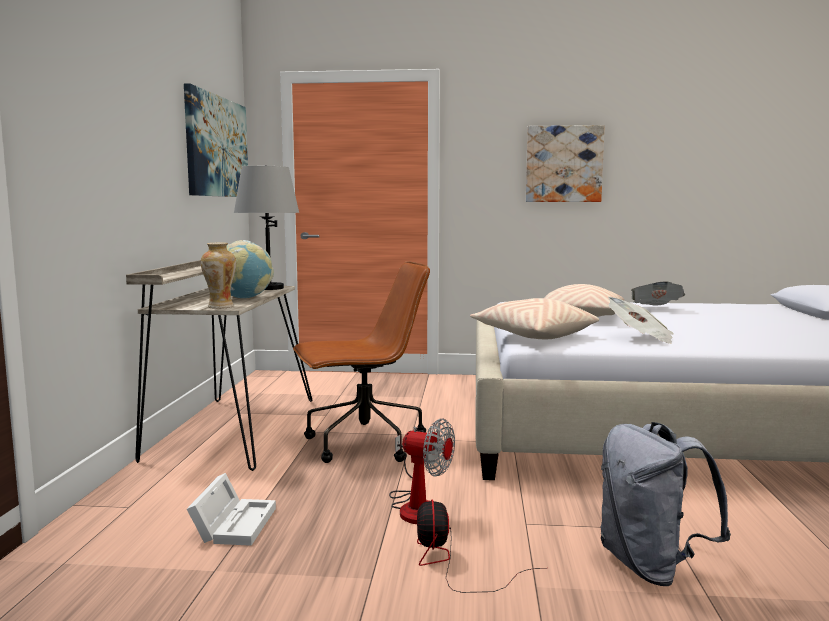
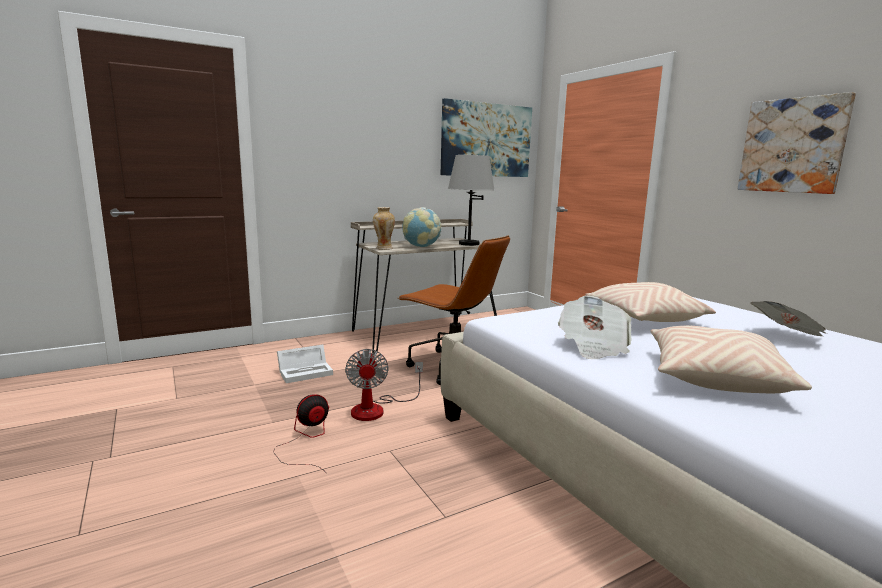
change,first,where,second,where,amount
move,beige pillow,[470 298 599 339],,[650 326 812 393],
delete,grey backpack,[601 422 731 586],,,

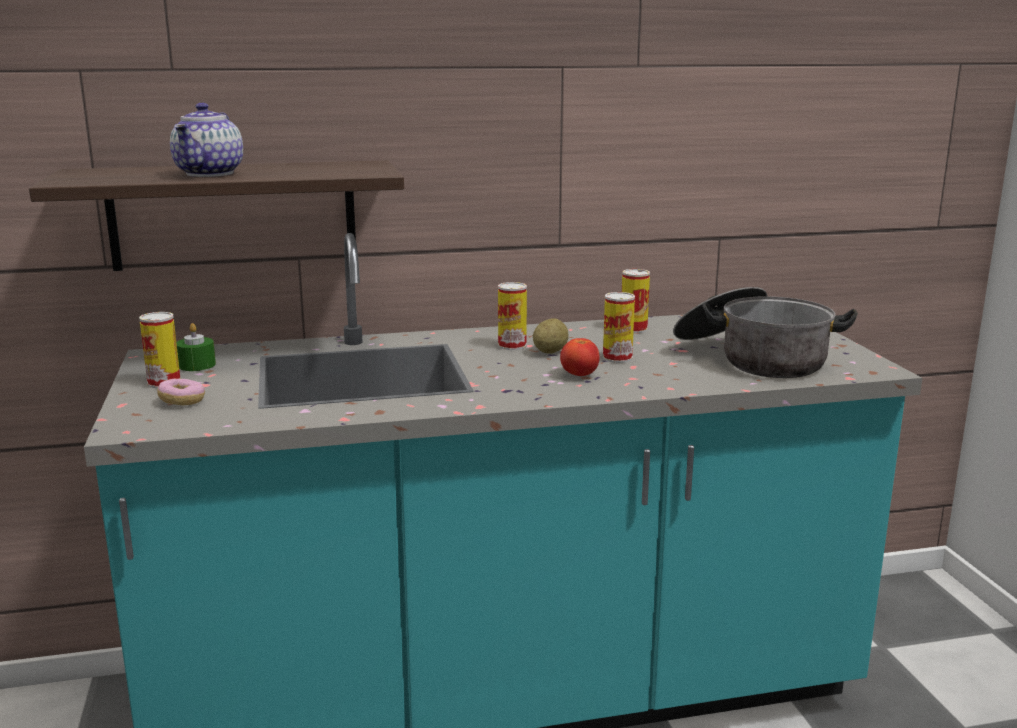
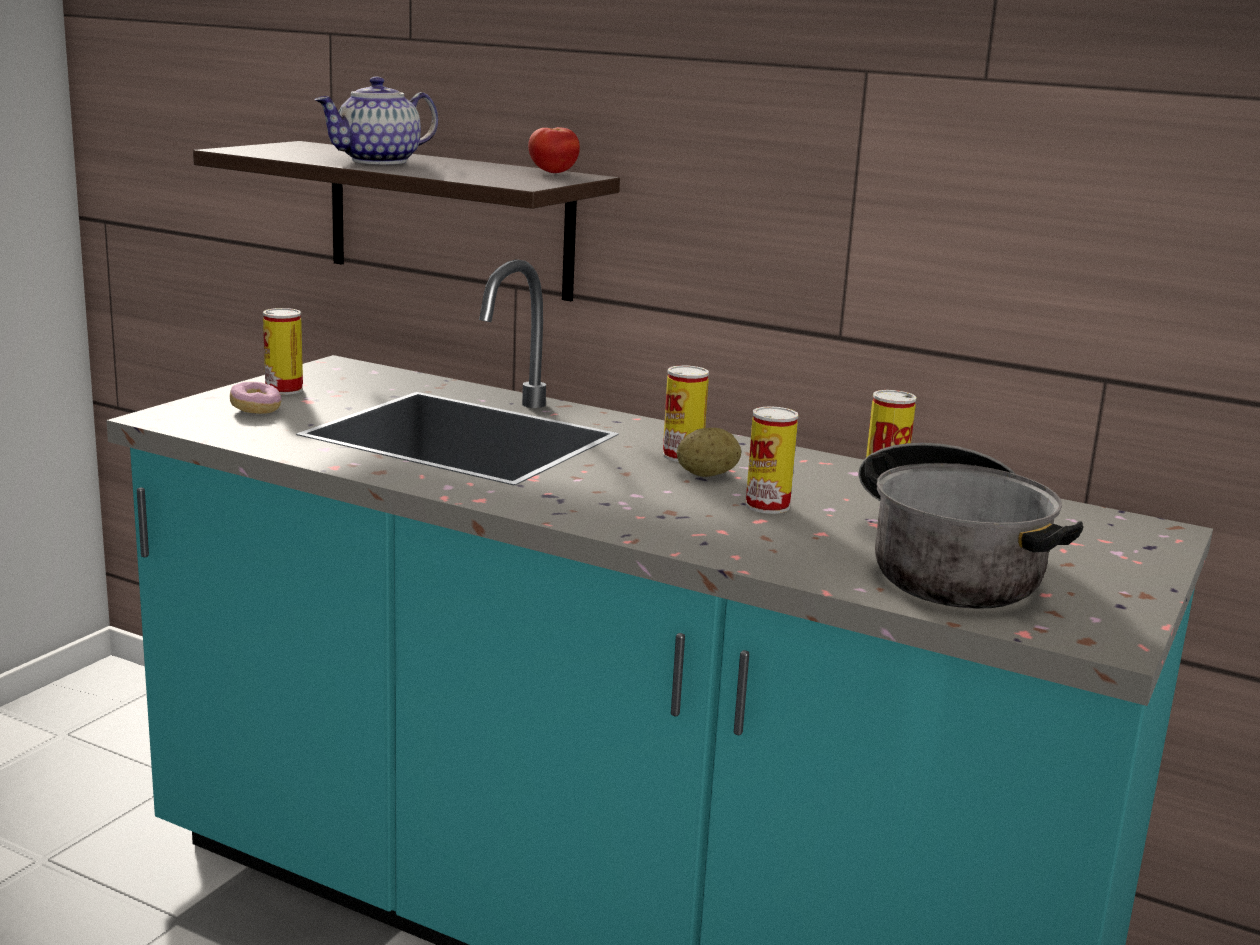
change,first,where,second,where,amount
move,whole tomato,[560 338 600 376],,[528 127 580 173],
delete,greenish wax light,[176 323 216 371],,,

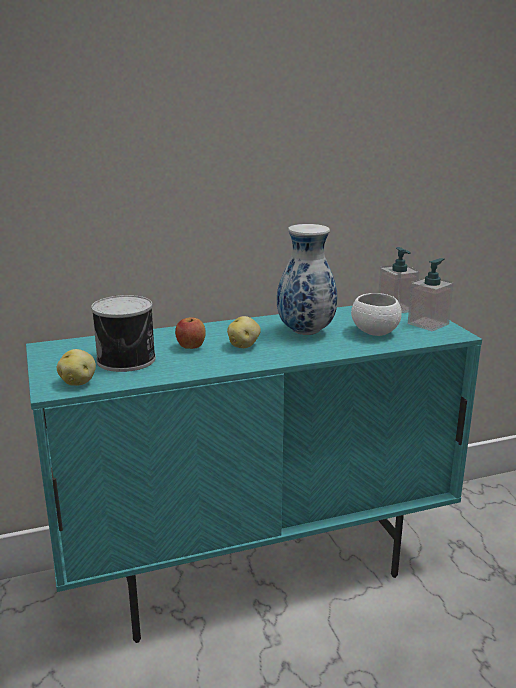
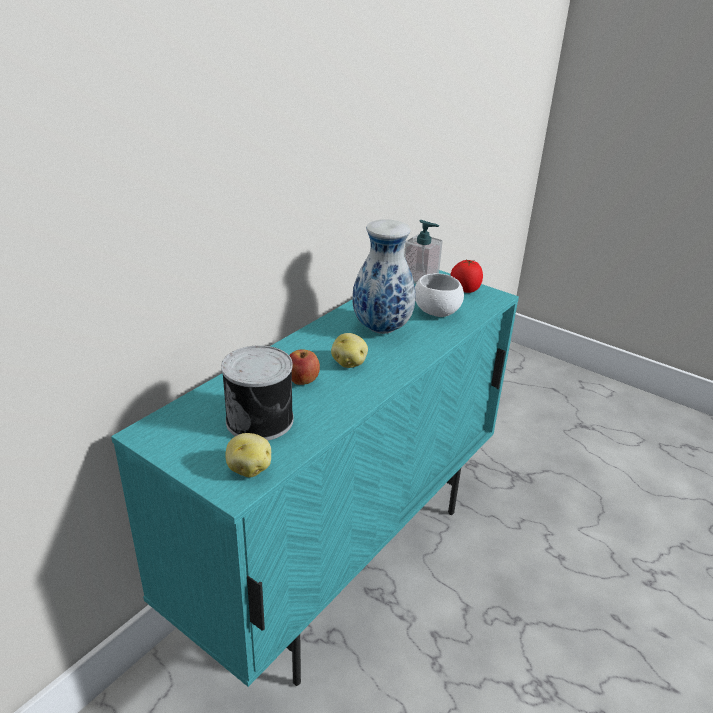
change,first,where,second,where,amount
replace,liquid soap bottle,[408 258 454 331],whole tomato,[450 260 483 293],

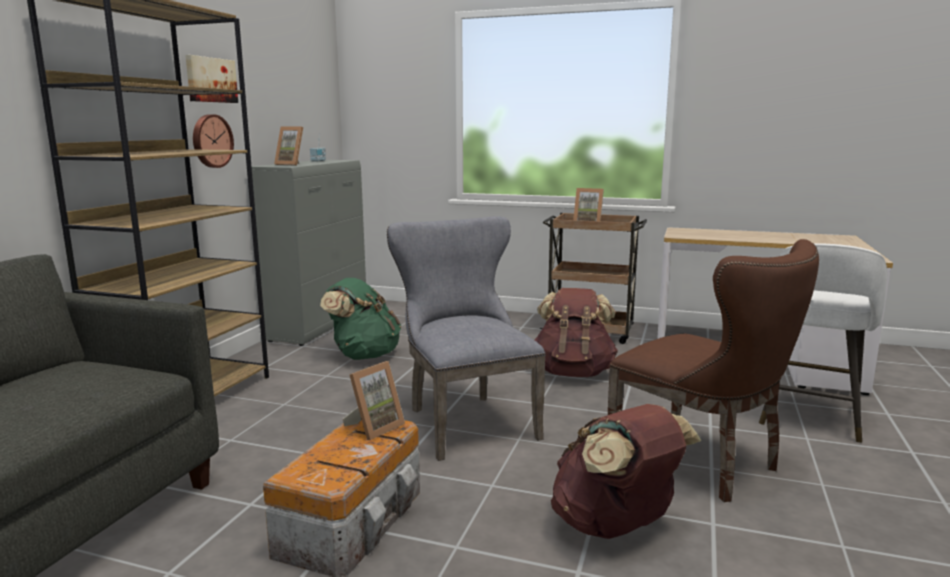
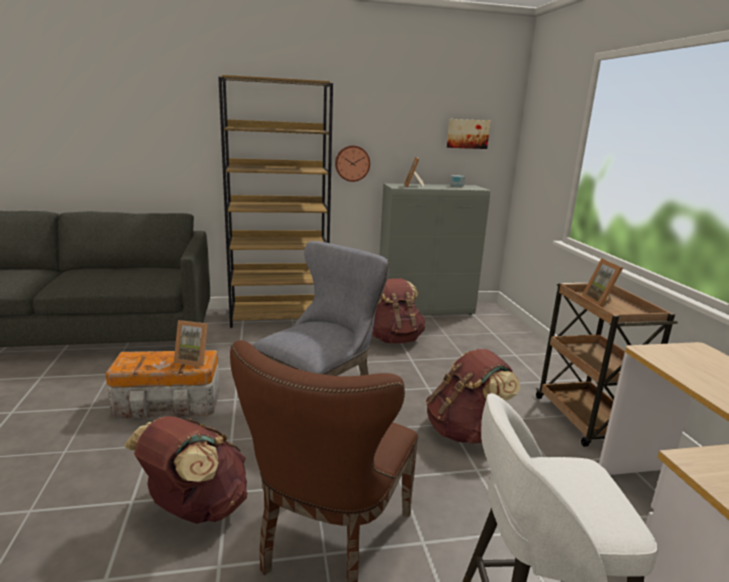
change,first,where,second,where,amount
recolor,greenish backpack,[320 278 401 360],brownish backpack,[372 278 425 344],
move,picture,[185 55 238 103],,[447 119 490 149],

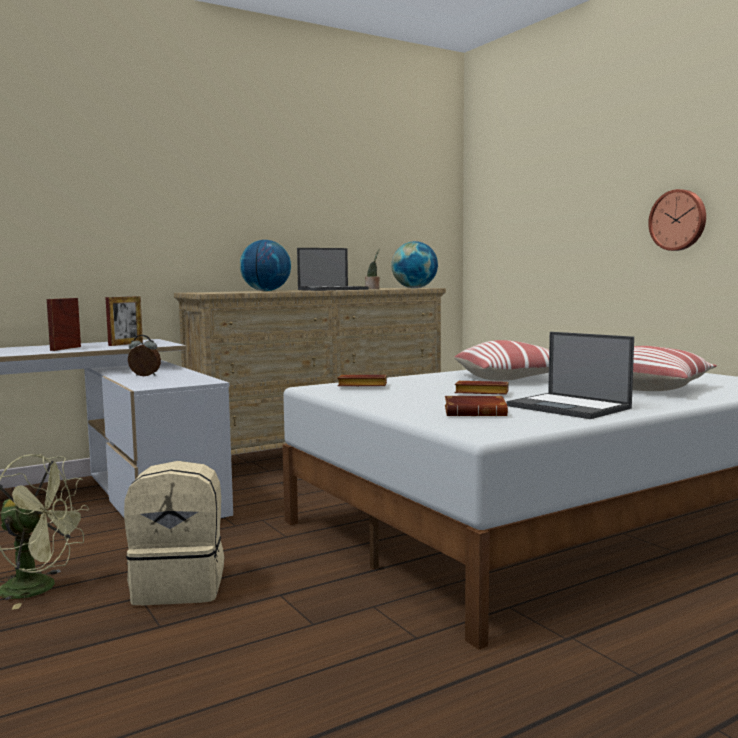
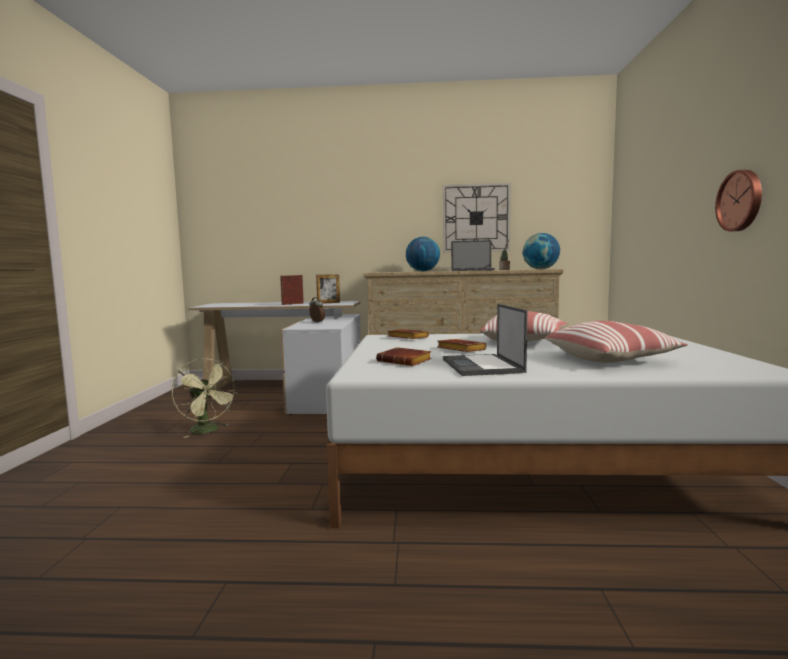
change,first,where,second,where,amount
insert,,,clock on the wall,[443 183 511 253],
delete,beige backpack,[124 461 224 605],,,

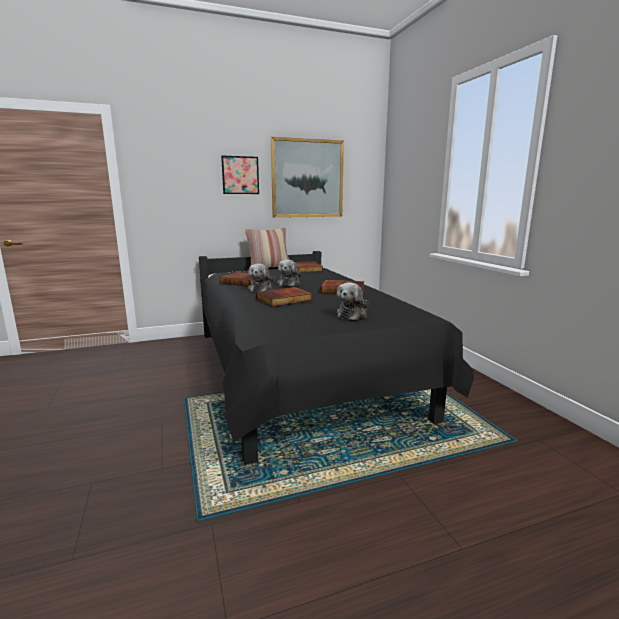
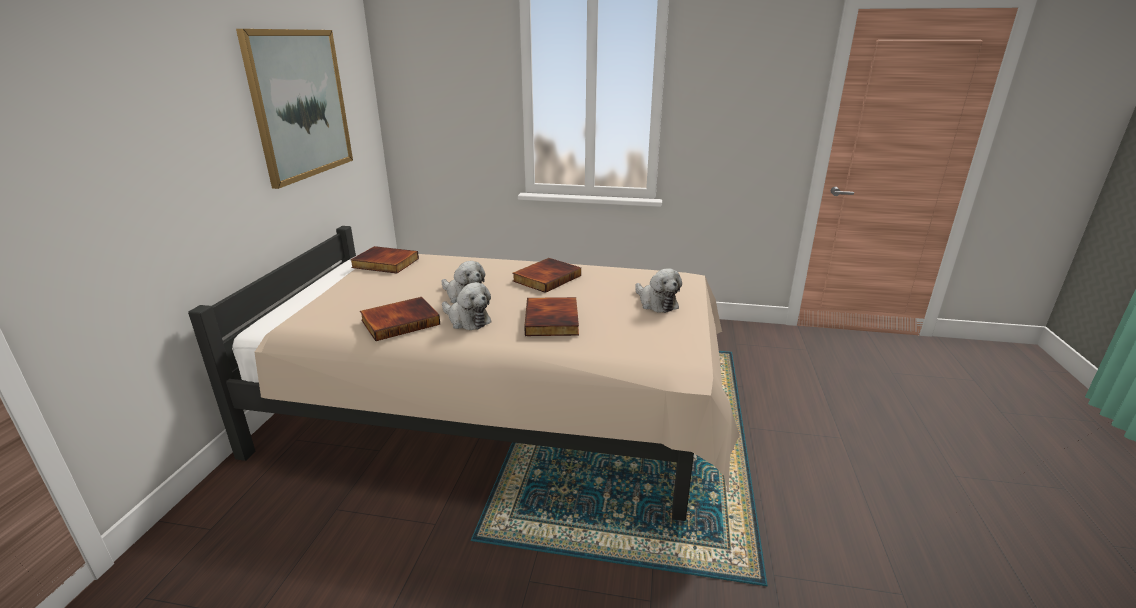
change,first,where,second,where,amount
recolor,black-coloured sleeping bed,[199 251 474 465],beige sleeping bed,[188 226 739 521],
delete,picture,[221 156 259 194],,,
delete,pillow,[245 228 289 268],,,

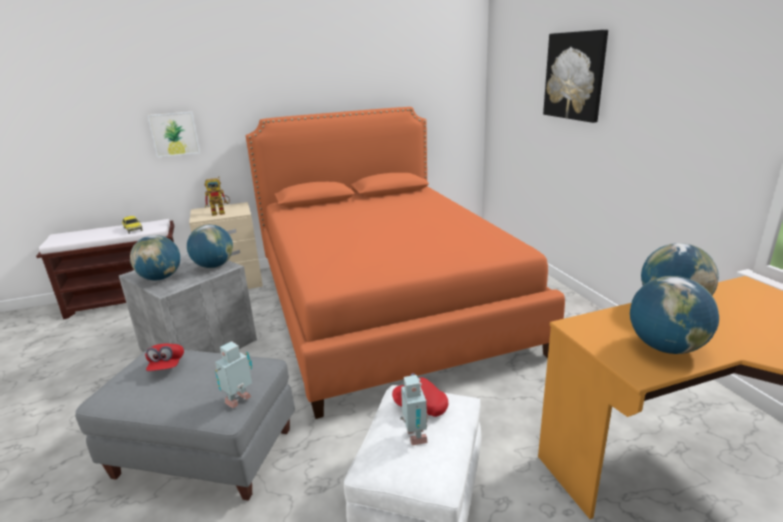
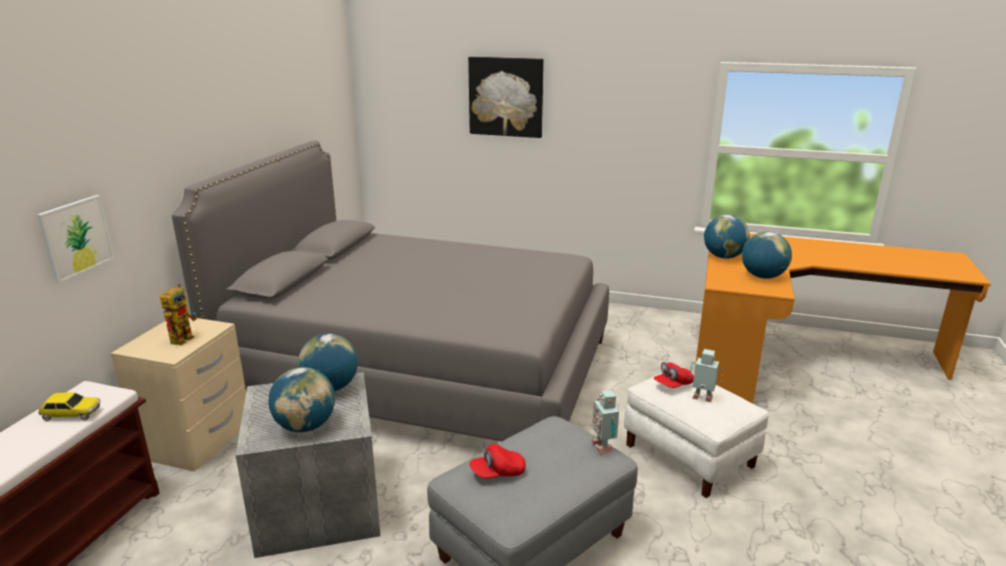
change,first,where,second,where,amount
recolor,orange sleeping bed,[246 107 565 419],grey sleeping bed,[172 140 609 441],
rotate,red cap,[145 344 184 371],,[469 442 525 478],135 degrees clockwise

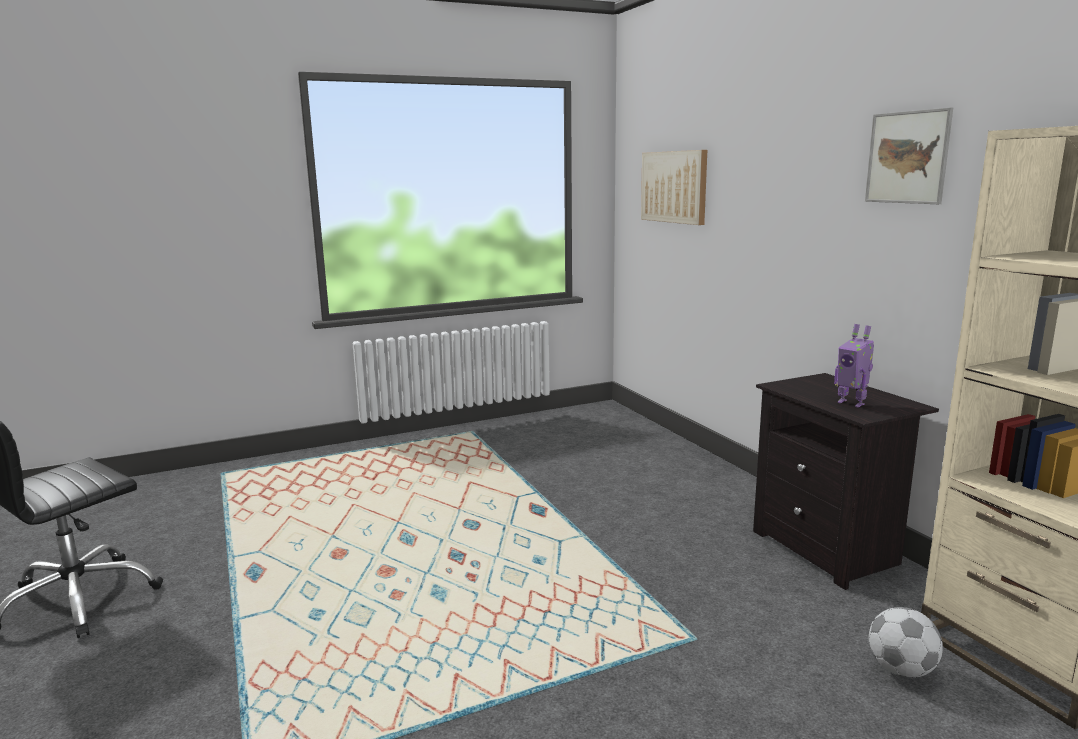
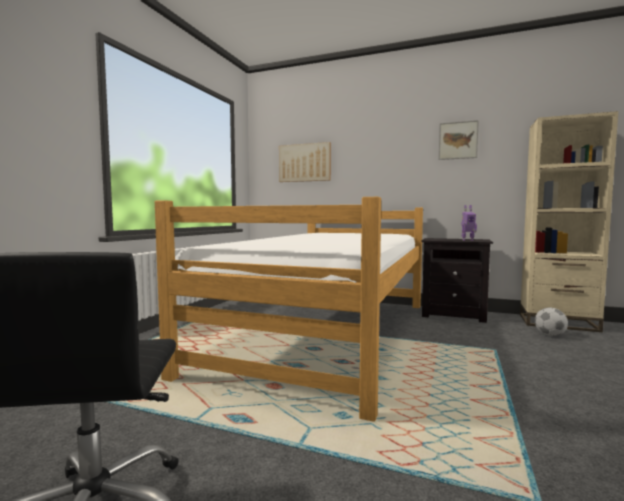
change,first,where,second,where,amount
insert,,,sleeping bed,[155 197 423 422],

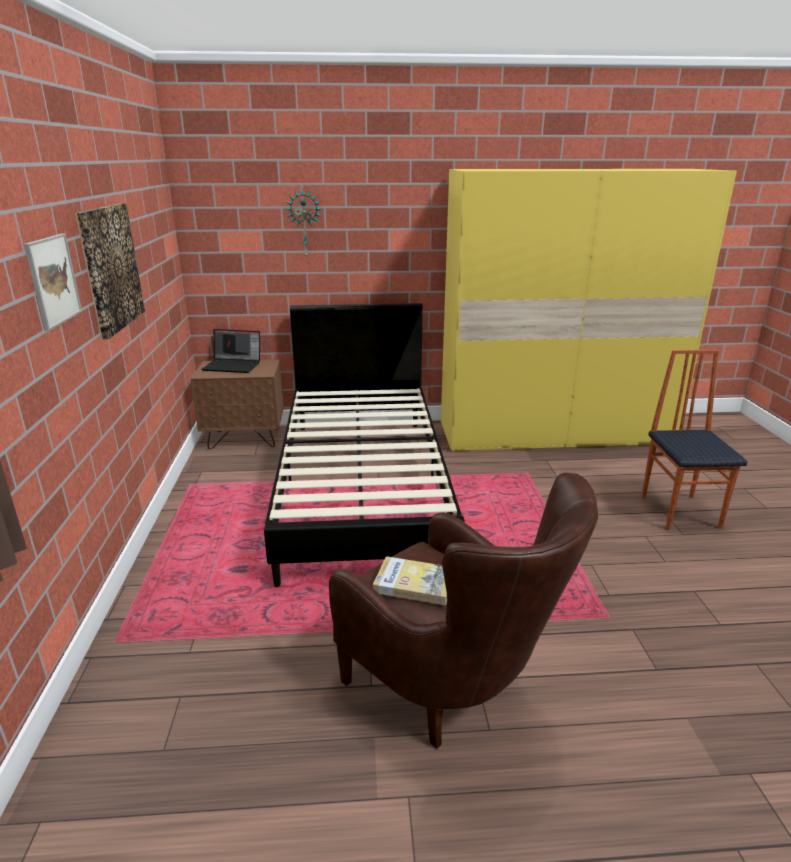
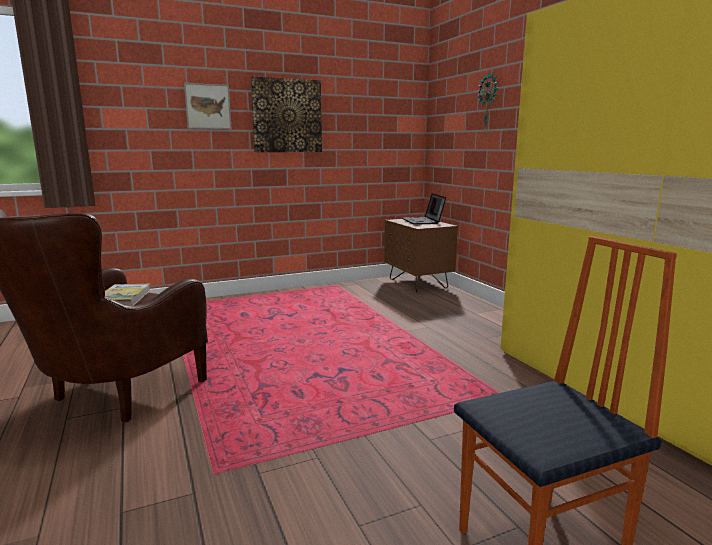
change,first,where,second,where,amount
delete,black-coloured sleeping bed,[264 303 465 587],,,

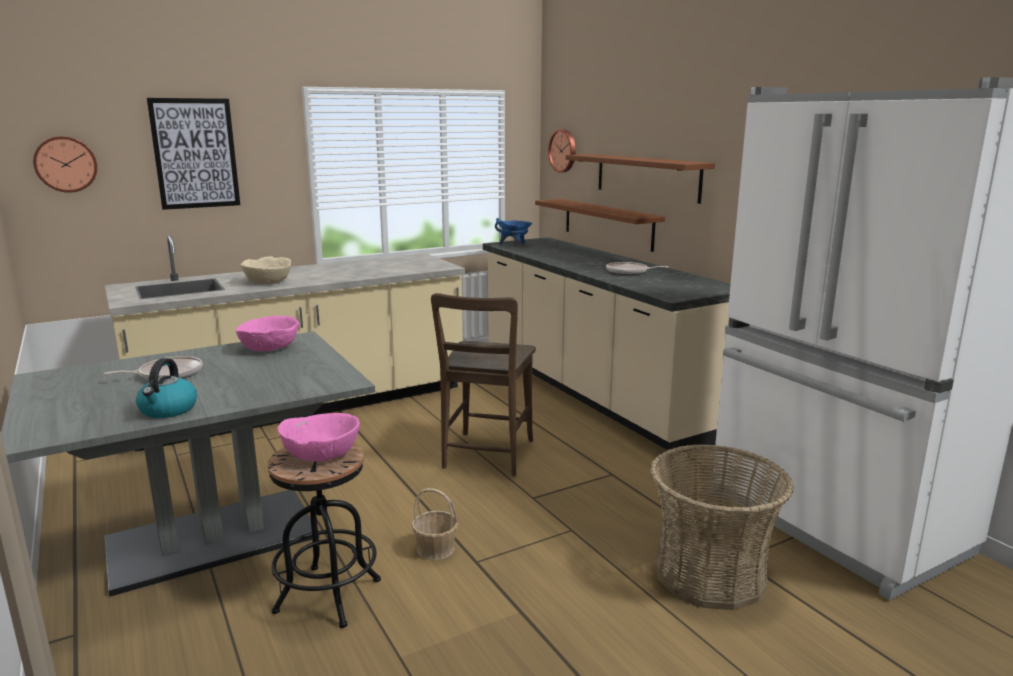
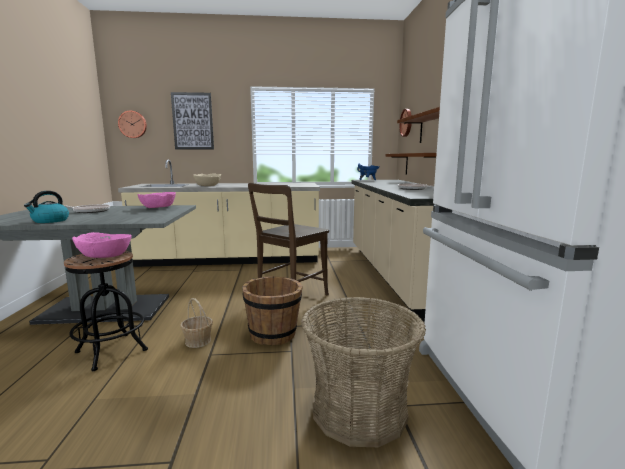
change,first,where,second,where,amount
insert,,,brownish bucket,[242 276 303 345],

